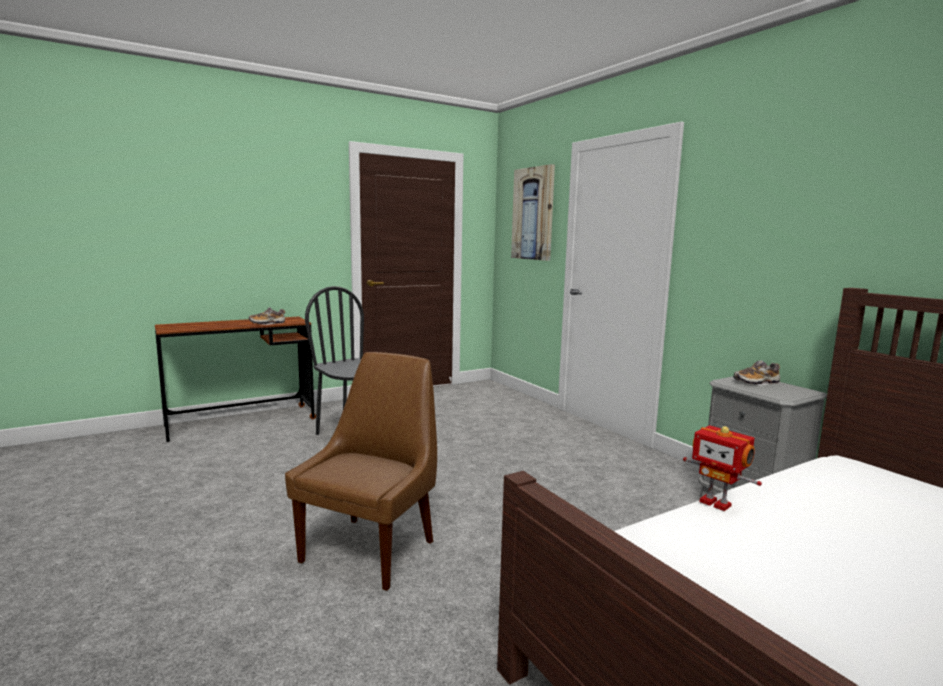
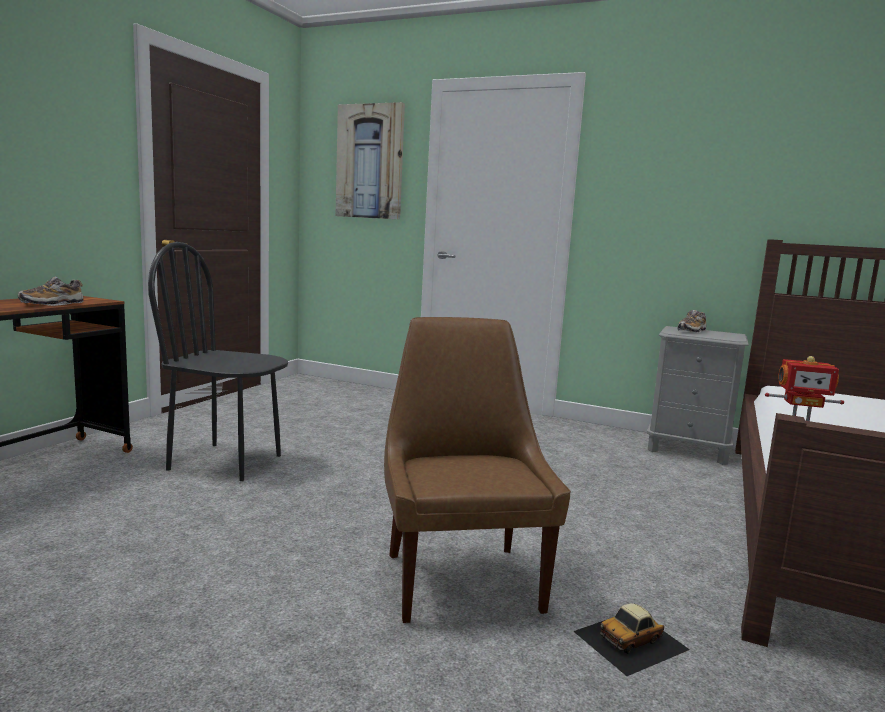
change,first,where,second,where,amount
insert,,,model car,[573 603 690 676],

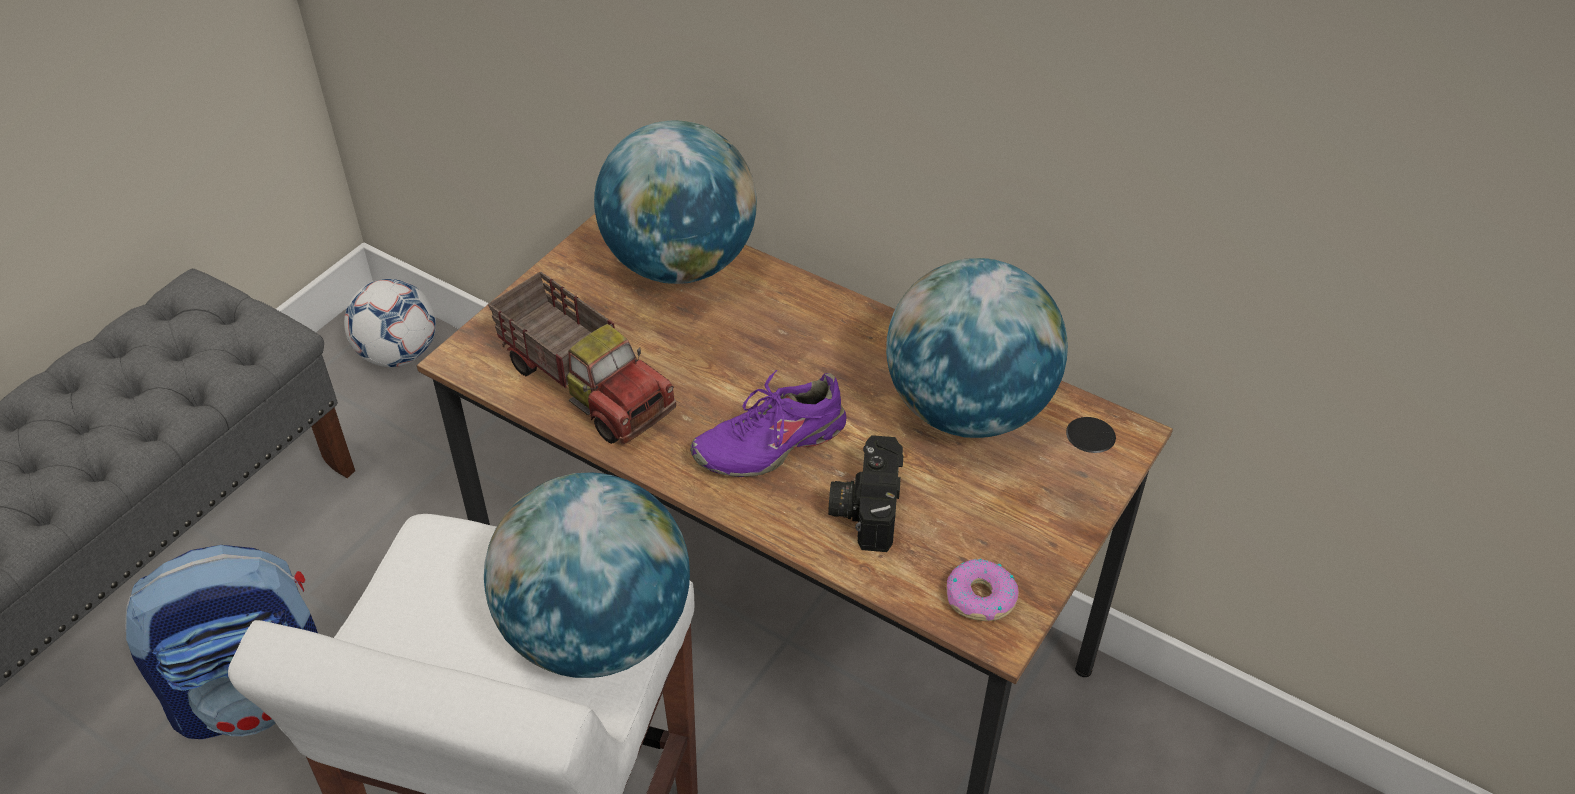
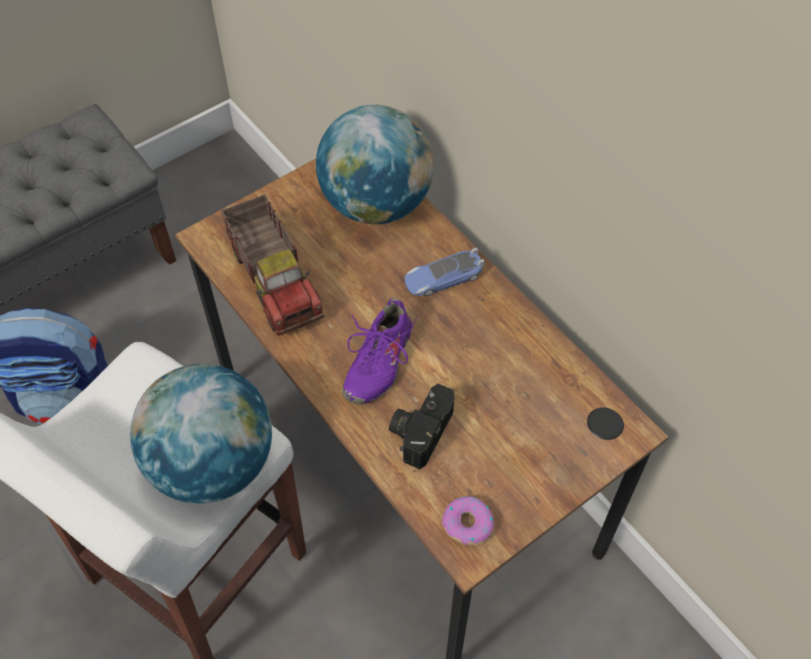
change,first,where,second,where,amount
rotate,purplish item of footwear,[690 370 847 477],,[342 298 417 404],60 degrees counterclockwise
insert,,,model car,[405 248 485 296],
delete,ball for football,[344 279 436 367],,,
delete,desk globe,[886 258 1068 438],,,

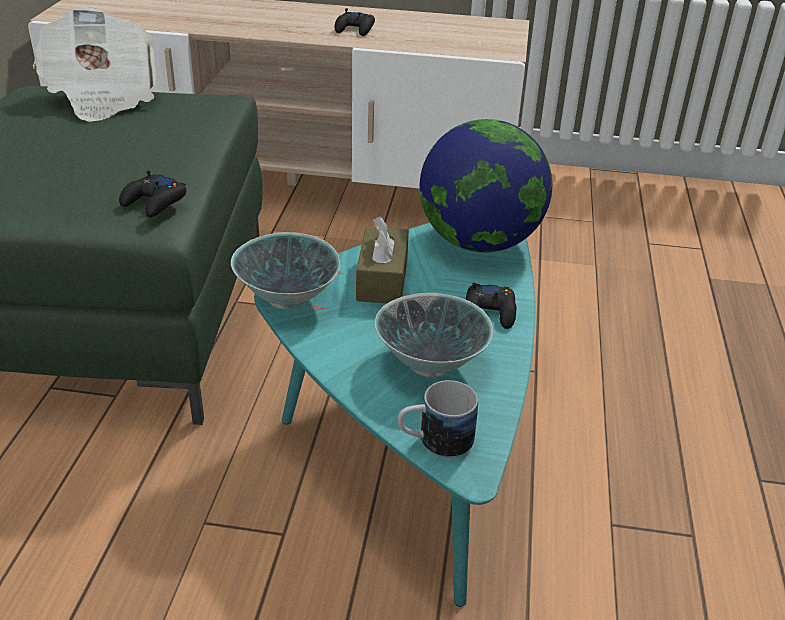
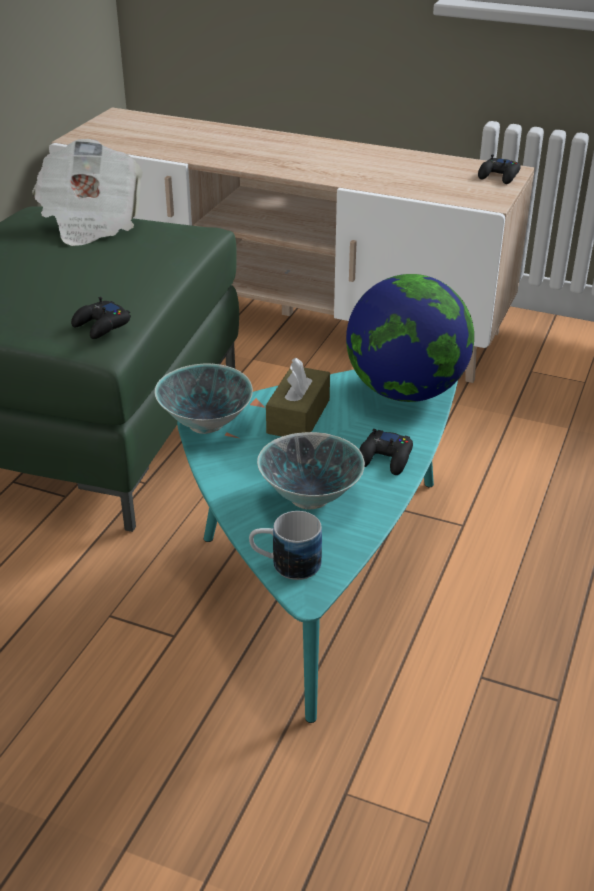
change,first,where,second,where,amount
move,black-coloured game controller,[335 8 375 36],,[478 154 521 184],

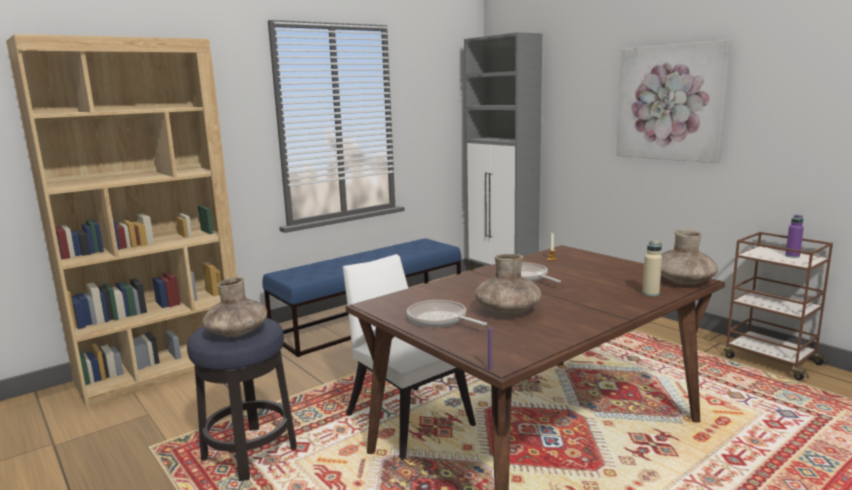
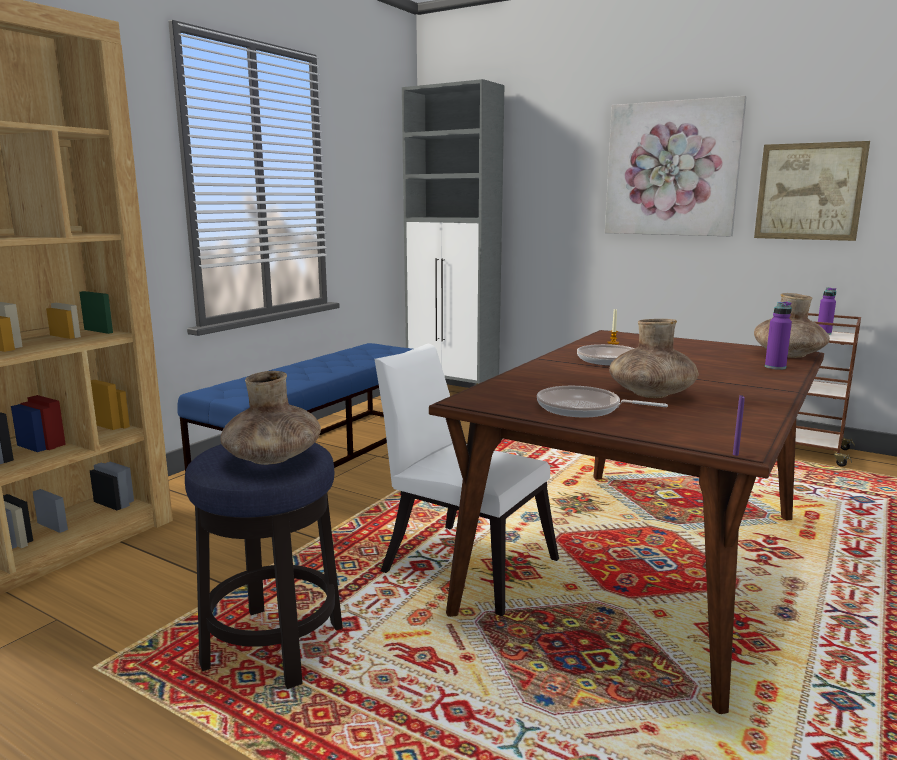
change,first,where,second,where,amount
insert,,,picture,[754 141 870 241],
recolor,beige beverage bottle,[642 240 662 297],purplish beverage bottle,[765 302 792 370],

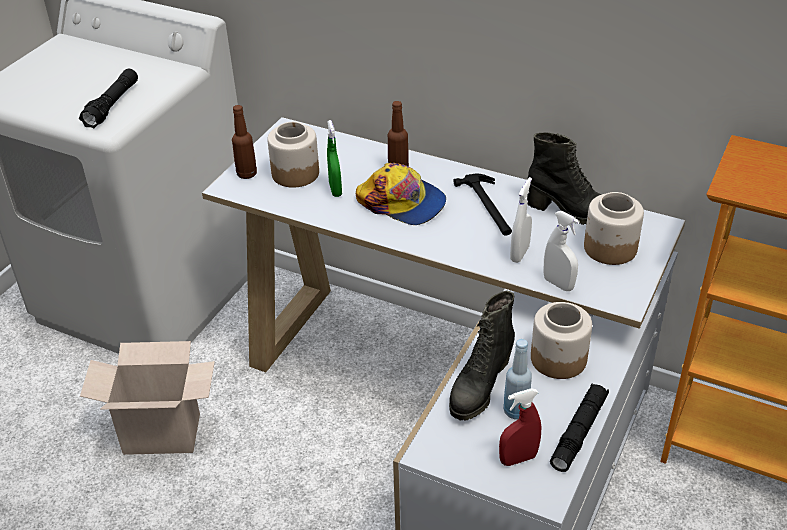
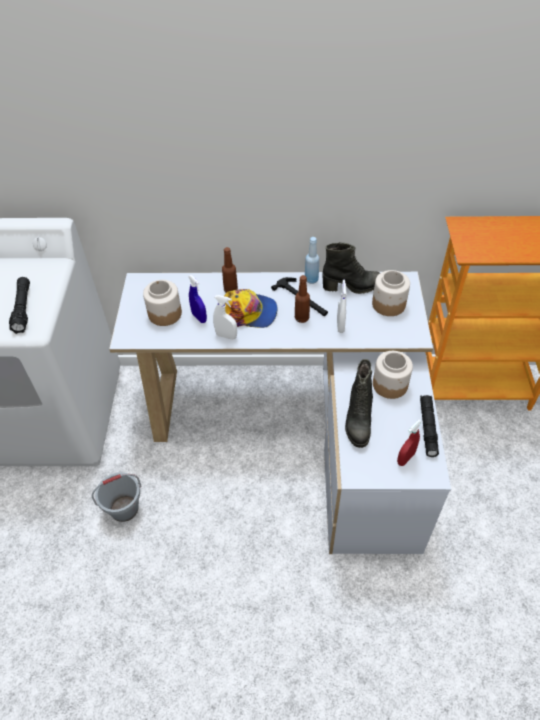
change,first,where,second,where,amount
replace,packing box,[80 341 215 455],grey bucket,[92 472 141 522],
recolor,greenish sprayer,[327 120 342 197],blue sprayer,[188 275 207 323],
move,whitish sprayer,[543 211 580 291],,[213 295 237 340],
move,brownish beverage bottle,[232 105 257 179],,[295 275 310 323],
move,blue beverage bottle,[503 339 532 419],,[305 237 319 284],

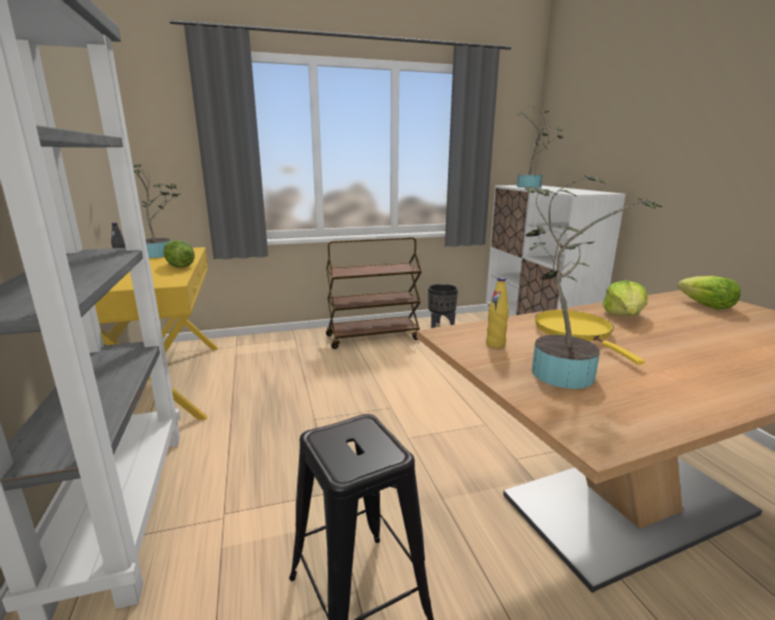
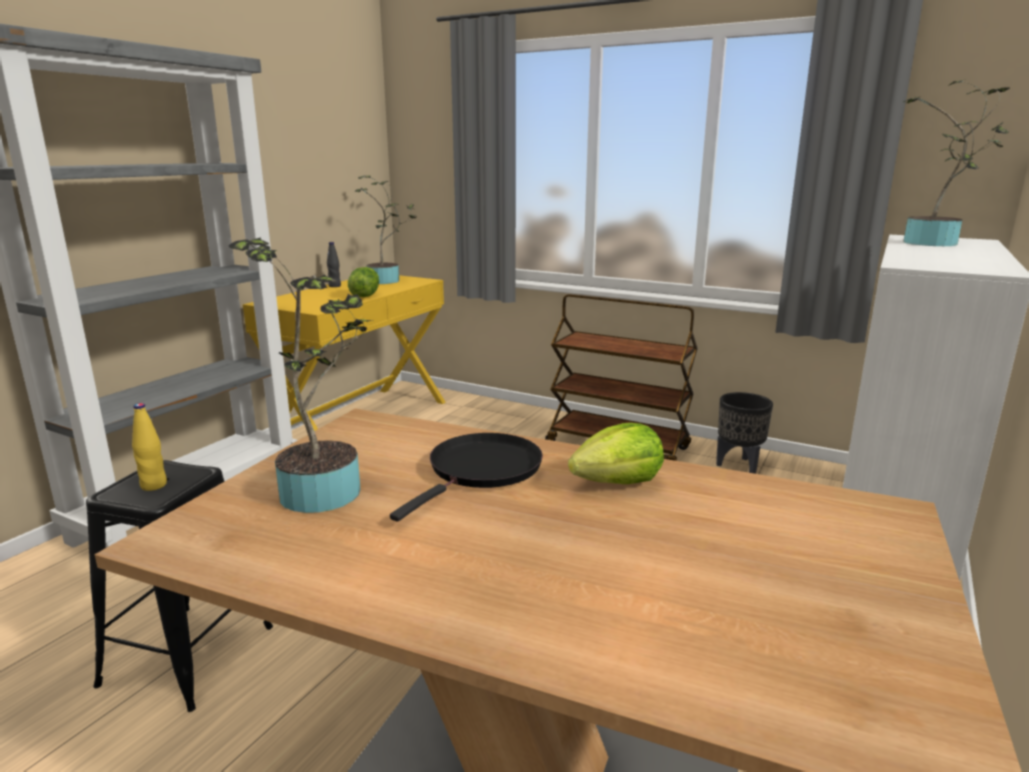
change,first,where,second,where,amount
move,yellow-coloured beverage bottle,[486 277 509 348],,[132 403 167 491],
recolor,yellow-coloured pan,[535 310 645 365],black-coloured pan,[390 433 543 522],
delete,lettuce head,[678 276 741 309],,,

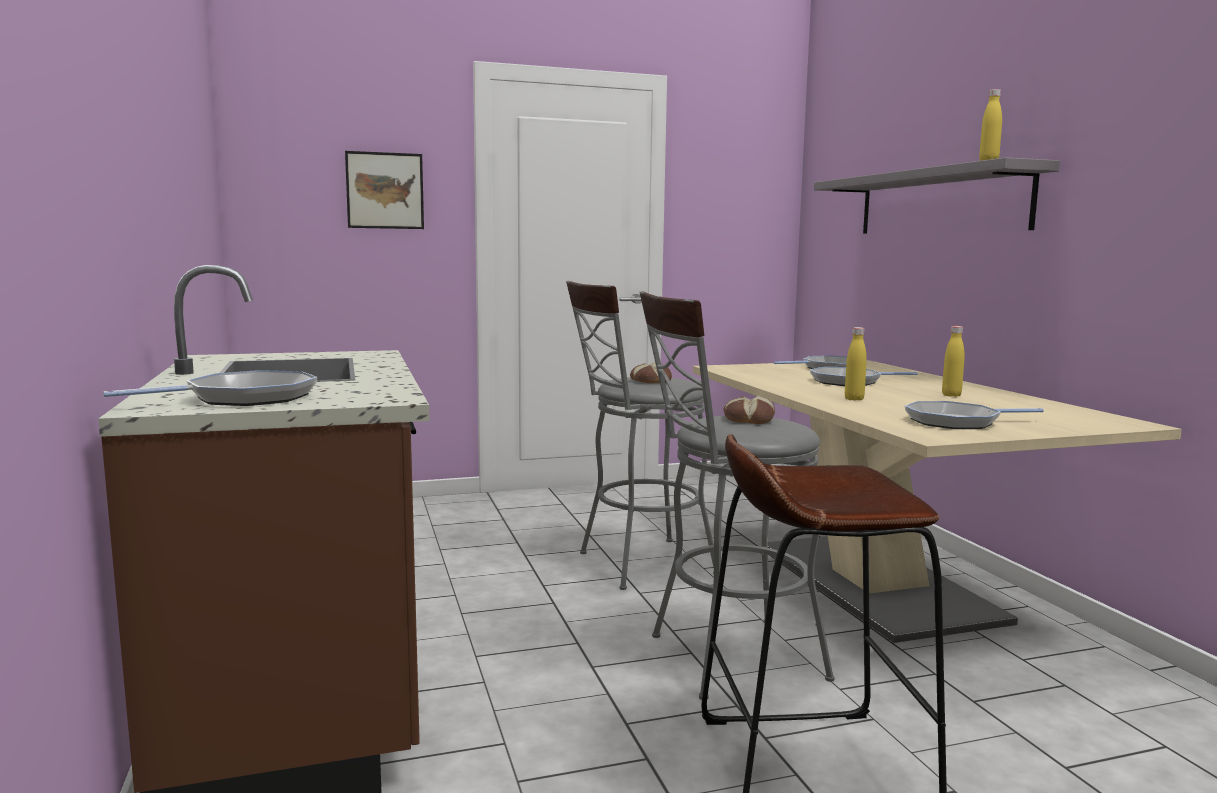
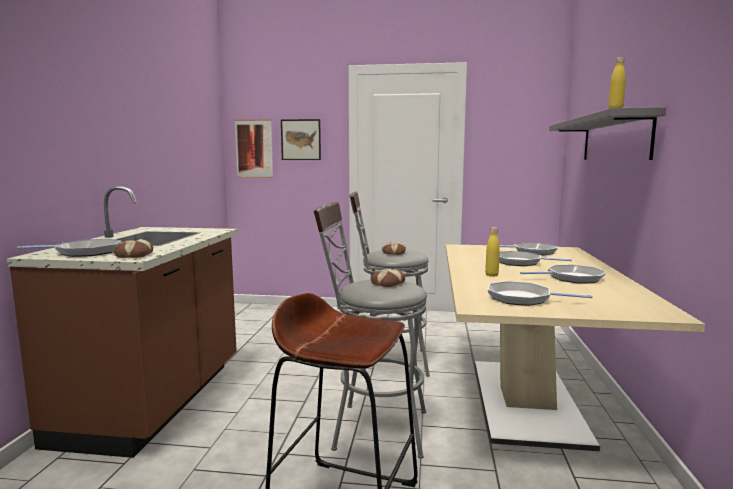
change,first,where,second,where,amount
insert,,,bakery bread,[114 239 153 258],
insert,,,picture,[235 119 273 178],
replace,yellow-coloured beverage bottle,[942 326 965 397],pan,[520 265 606 284],

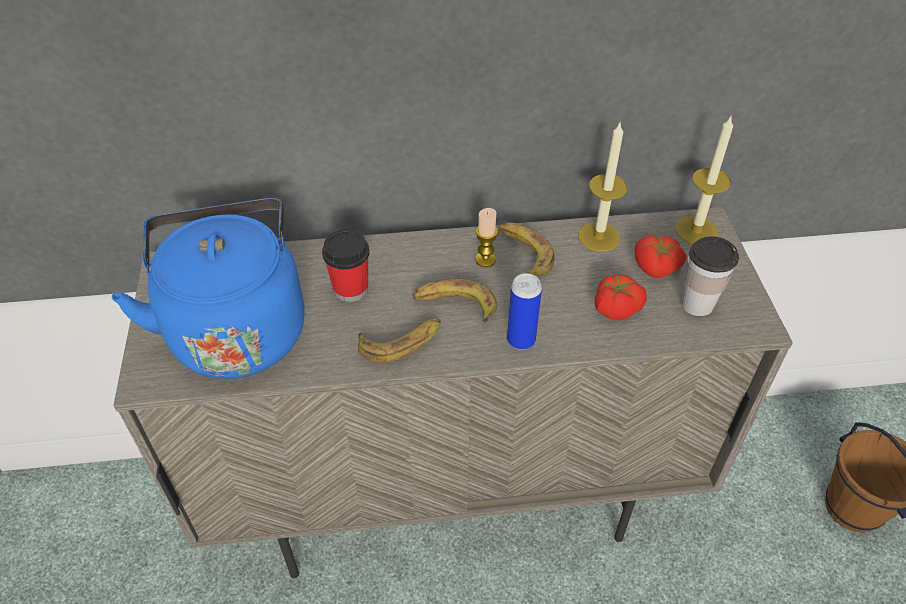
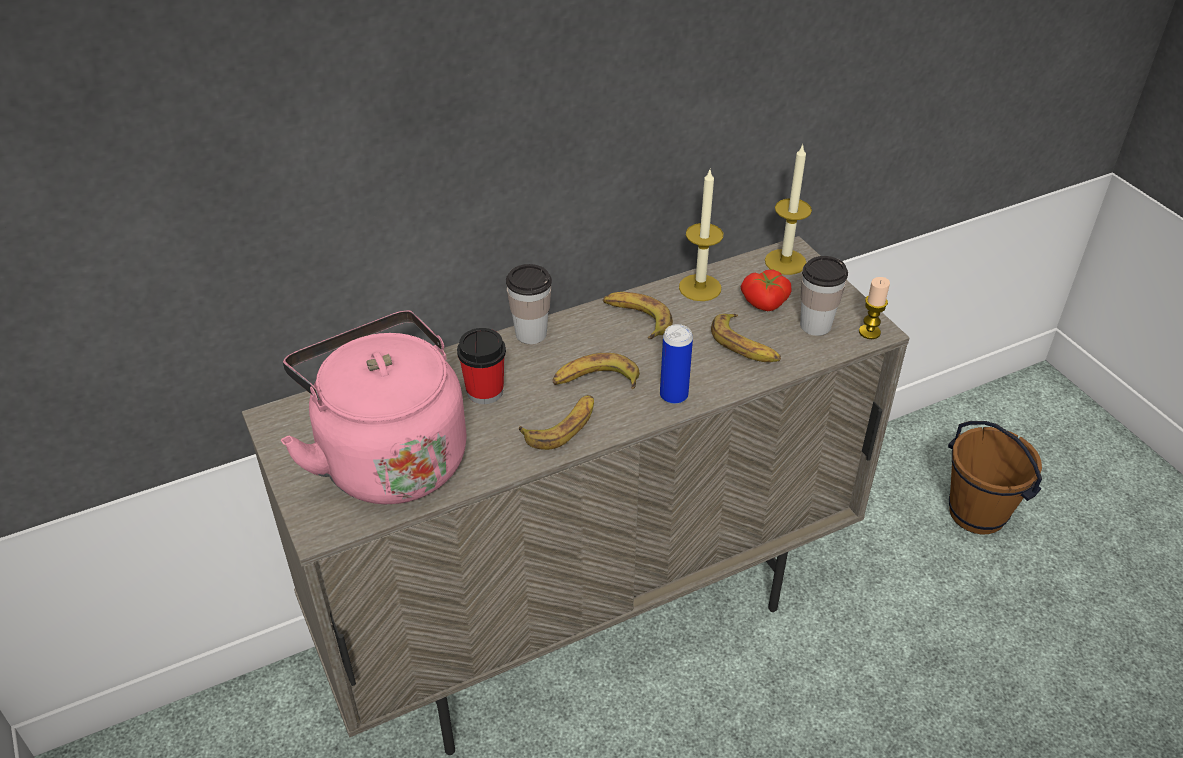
change,first,where,second,where,amount
recolor,blue kettle,[112 198 305 379],pinkish kettle,[281 310 466 505],
insert,,,small cup,[506 264 552 344],
replace,whole tomato,[595 274 647 320],banana fruit,[711 314 781 362],
move,wax light,[475 208 498 267],,[859 277 890 339],

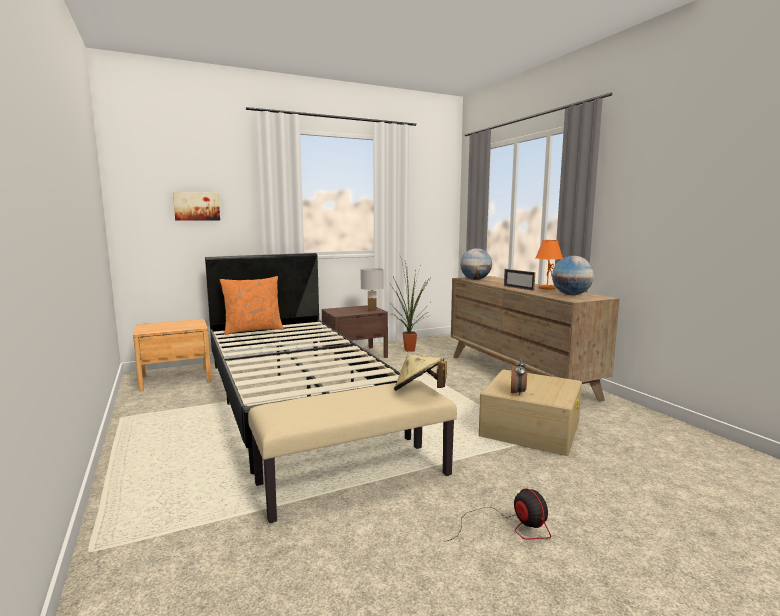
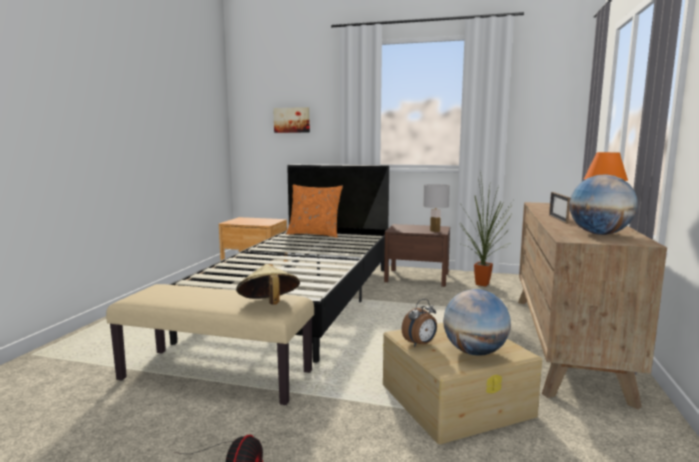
change,first,where,second,where,amount
move,desk globe,[460 248 492 280],,[443 289 511 356],

